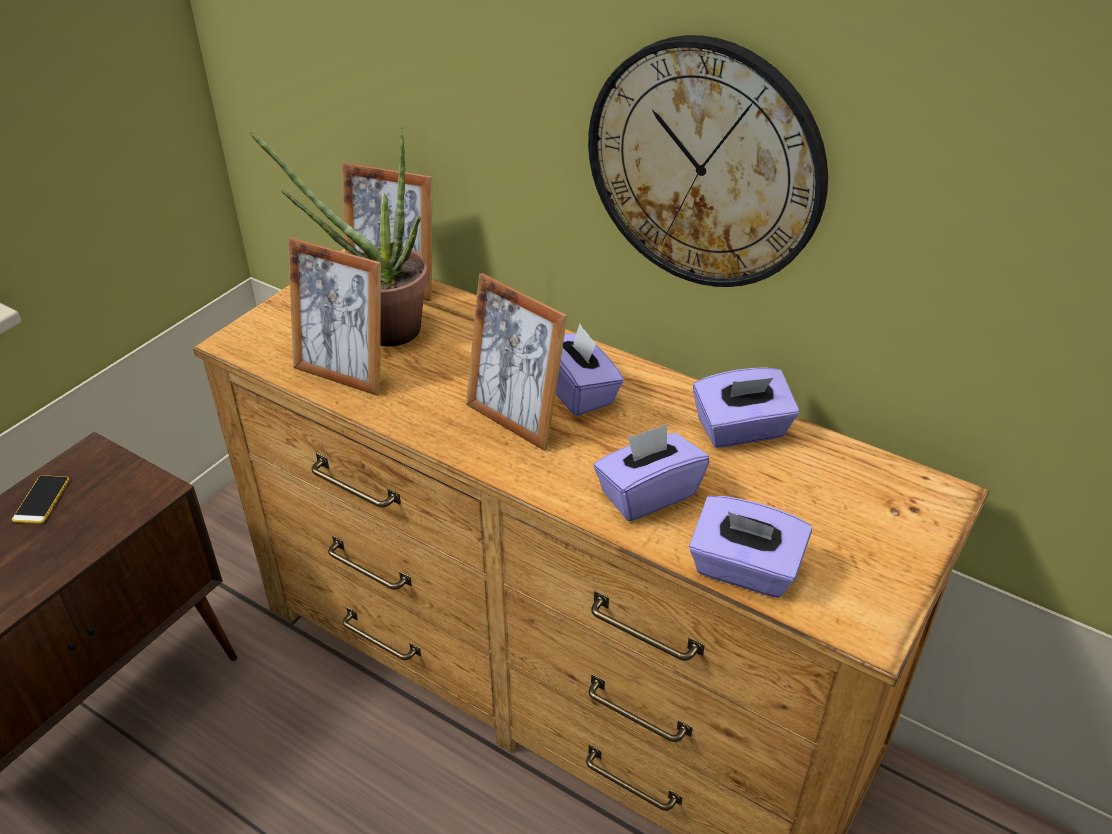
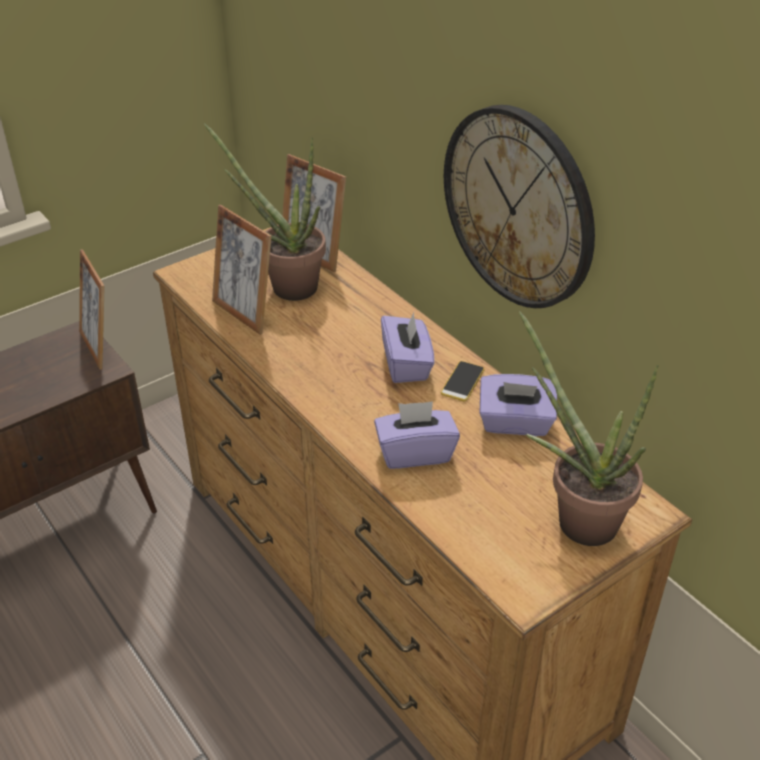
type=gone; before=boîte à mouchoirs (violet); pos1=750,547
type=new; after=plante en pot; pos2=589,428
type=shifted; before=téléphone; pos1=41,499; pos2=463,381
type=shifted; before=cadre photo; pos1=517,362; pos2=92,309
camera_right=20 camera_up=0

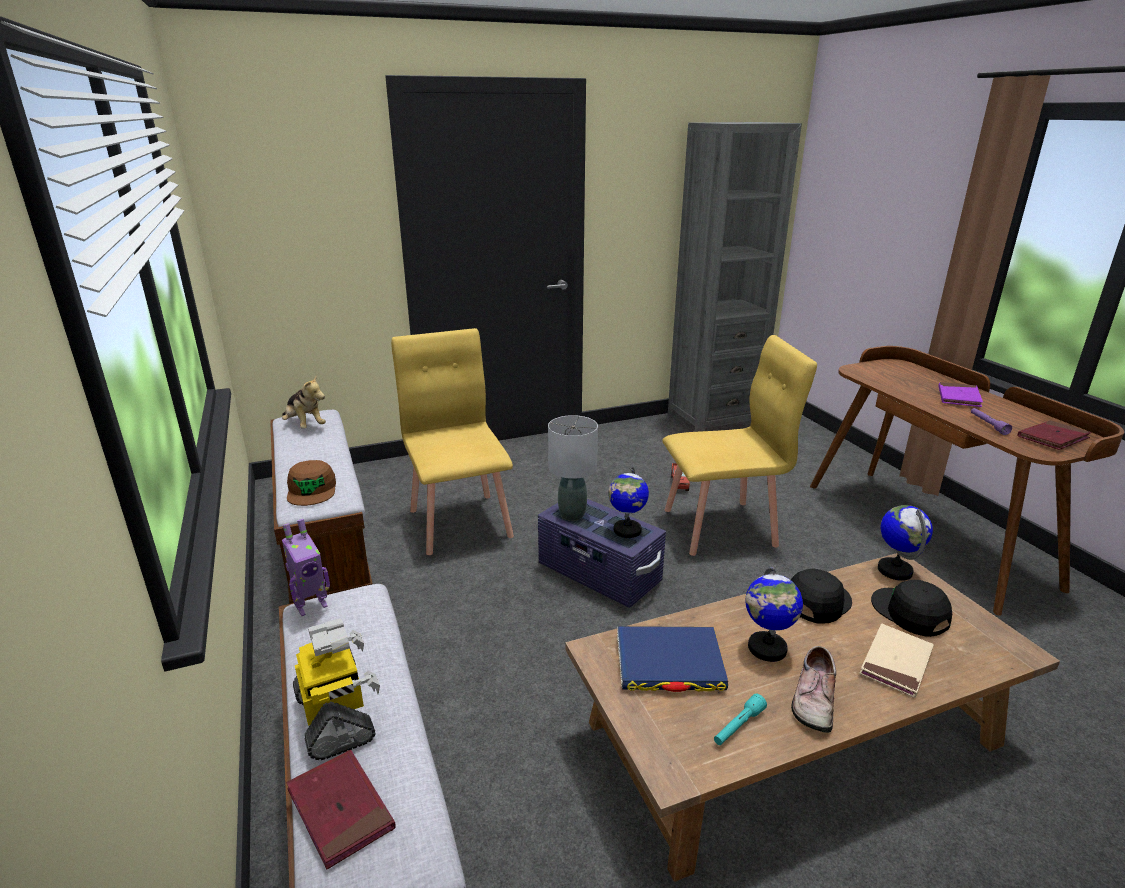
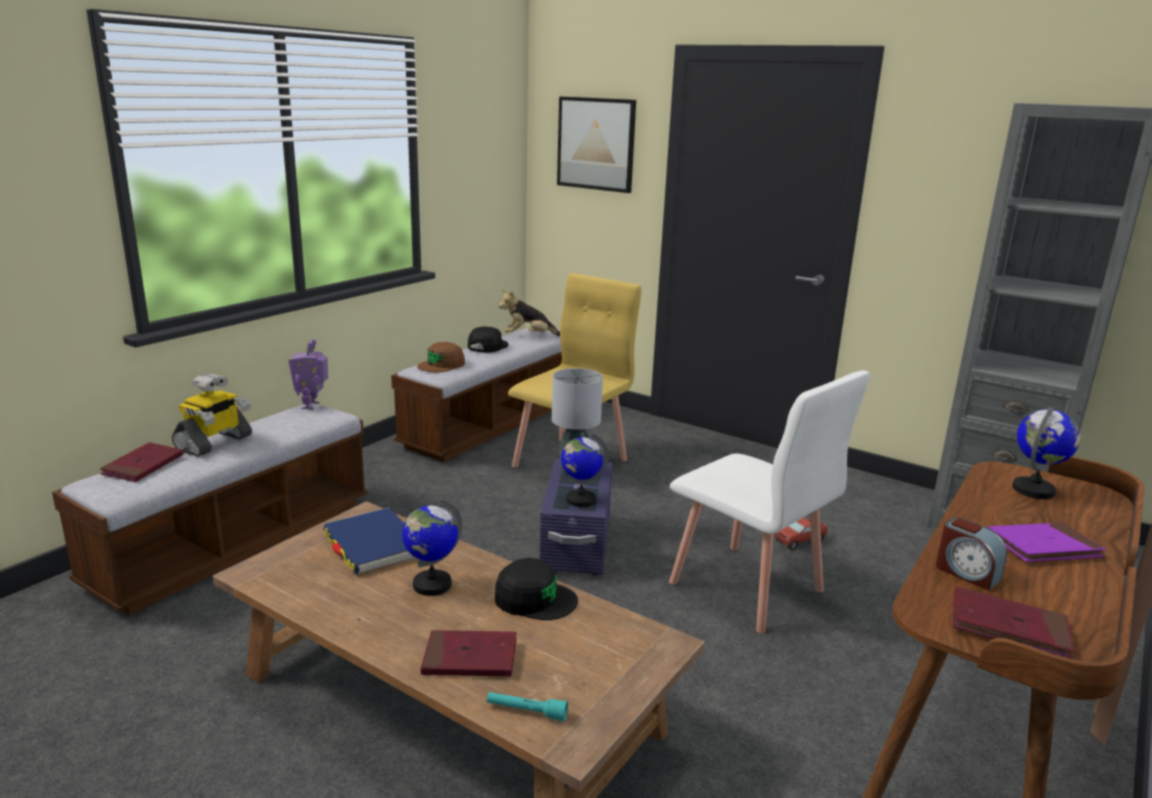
type=gone; before=chaussure; pos1=813,689
type=new; after=tableau; pos2=596,144
type=shifted; before=lampe de poche (turquoise); pos1=740,719; pos2=527,706
type=shifted; before=casquette (noir); pos1=911,608; pos2=488,340
type=shifted; before=globe; pos1=905,543; pos2=1046,453
type=swapped; before=lampe de poche (violet); after=réveil; pos1=991,421; pos2=971,554
type=repainted; before=chaise (jaune); after=chaise (blanc); pos1=739,445; pos2=769,501
type=repainted; before=livre (beige); after=livre (rouge); pos1=896,661; pos2=469,653
type=rotated; before=peluche; pos1=304,401; pos2=529,312; turn=75
type=rotated; before=robot jouet; pos1=306,567; pos2=308,374; turn=75
camera_right=55 camera_up=-5

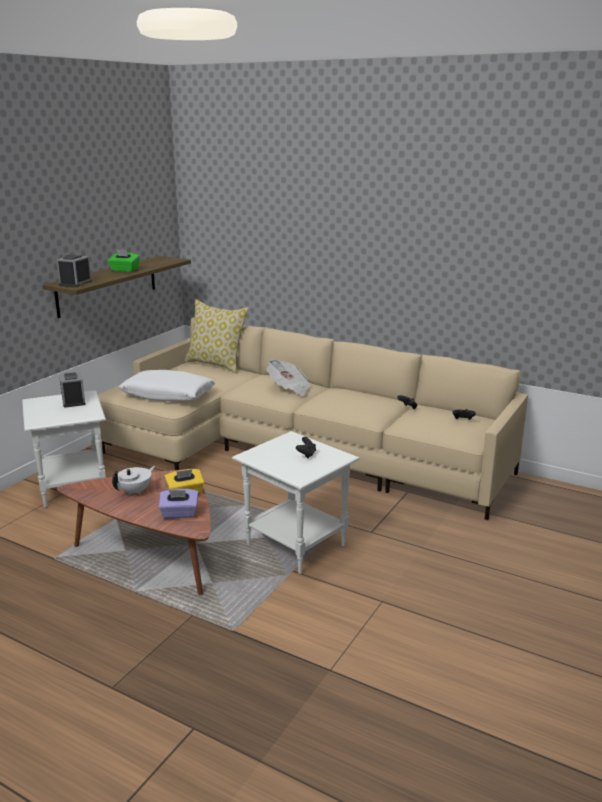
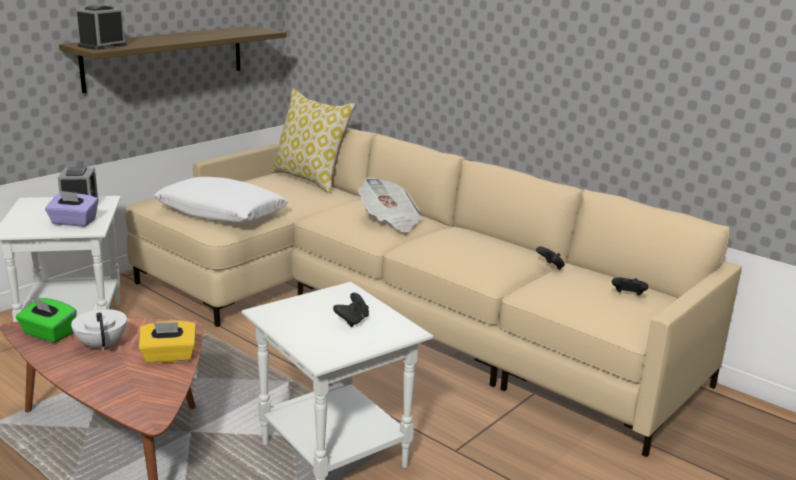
type=shifted; before=boîte à mouchoirs (vert); pos1=124,260; pos2=46,320
type=shifted; before=boîte à mouchoirs (violet); pos1=178,504; pos2=71,209
type=rotated; before=théière (blanc); pos1=133,480; pos2=99,327; turn=-75
camera_right=10 camera_up=0

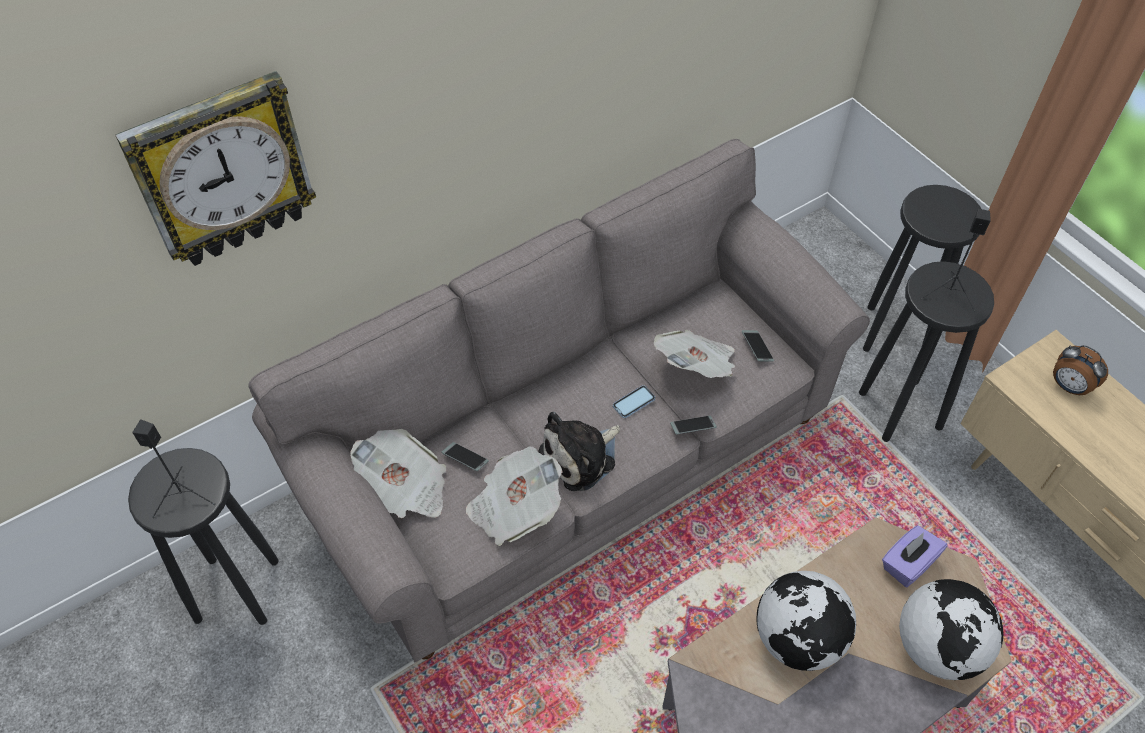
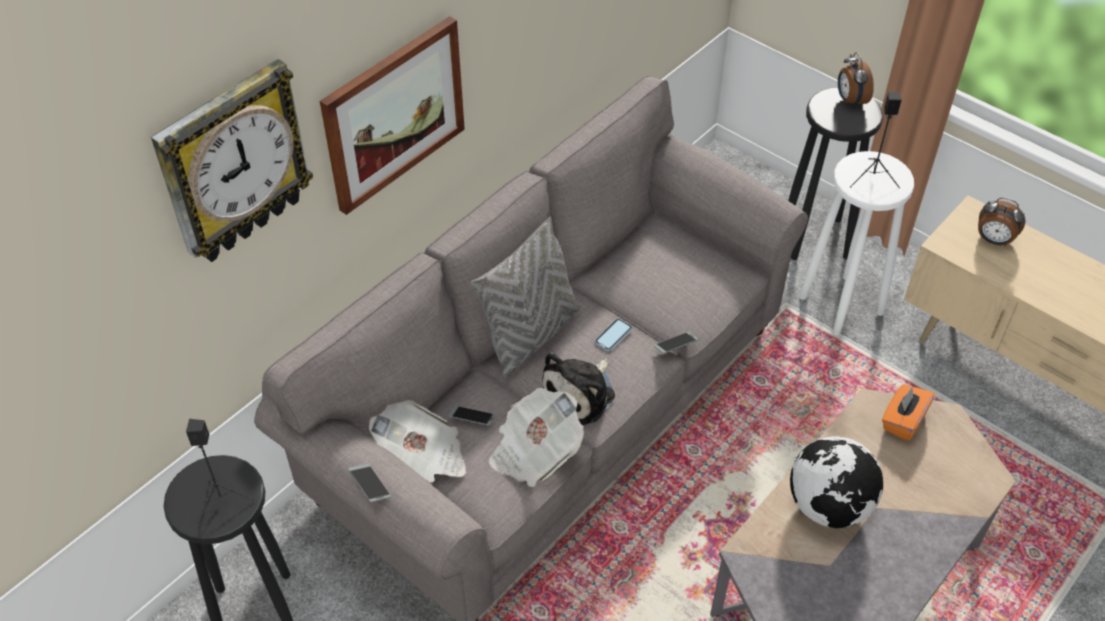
type=gone; before=journal; pos1=694,354
type=gone; before=globe; pos1=951,629
type=new; after=tableau; pos2=392,115
type=new; after=coussin (gris); pos2=525,298
type=new; after=réveil; pos2=856,80
type=shifted; before=téléphone; pos1=758,346; pos2=369,483
type=repainted; before=tabouret (noir); after=tabouret (blanc); pos1=926,351; pos2=856,243
type=repainted; before=boîte à mouchoirs (violet); after=boîte à mouchoirs (orange); pos1=915,556; pos2=908,412
camera_right=-15 camera_up=-5

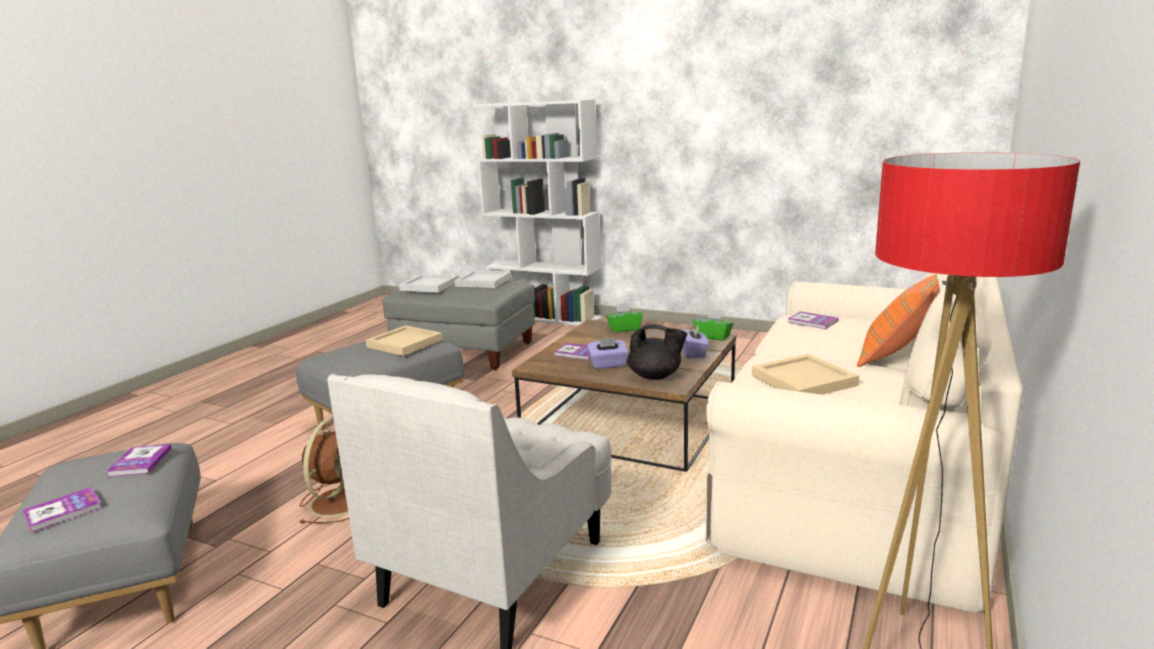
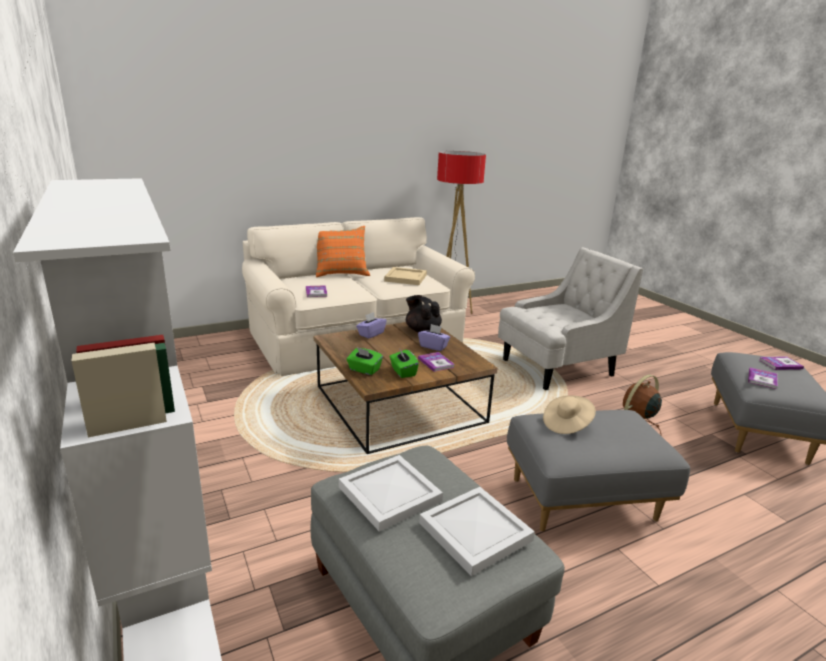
type=shifted; before=boîte à mouchoirs (vert); pos1=713,325; pos2=404,363
type=swapped; before=plateau (beige); after=chapeau (beige); pos1=404,340; pos2=569,414
camera_right=-145 camera_up=5

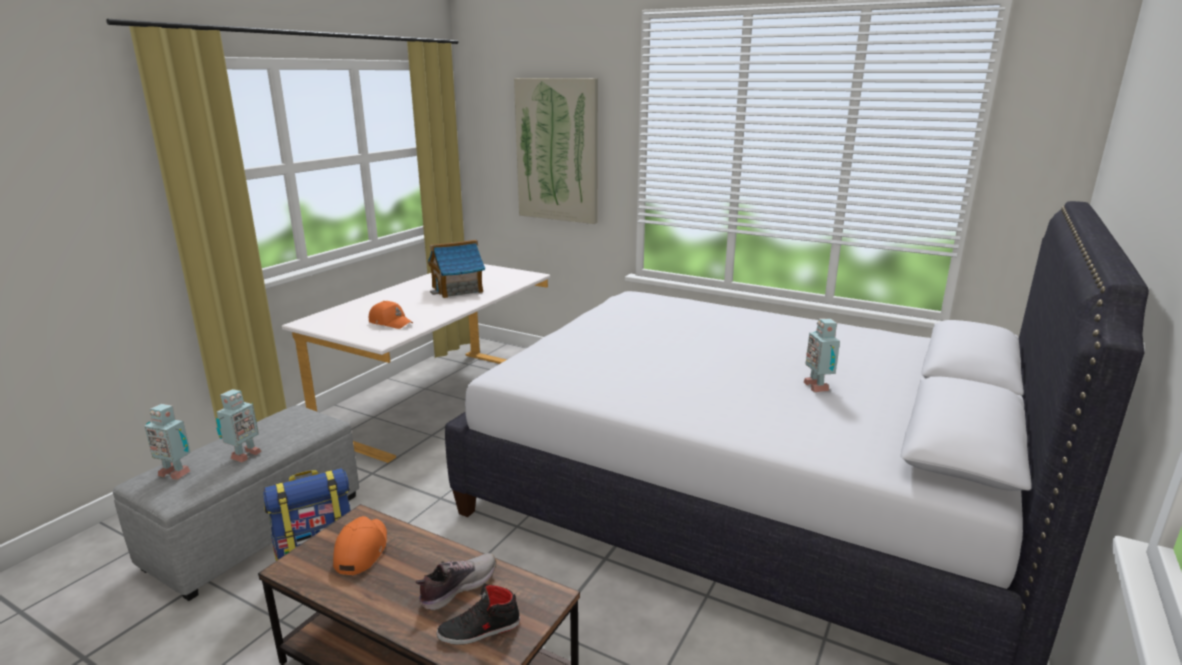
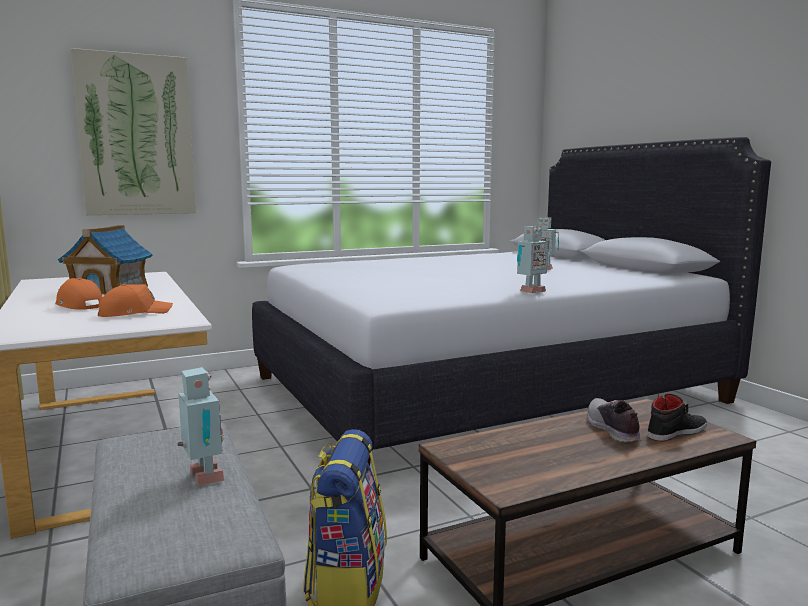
type=shifted; before=robot jouet; pos1=167,442; pos2=532,259
type=shifted; before=casquette (orange); pos1=360,545; pos2=78,294
type=rotated; before=chaussure (noir); pos1=478,614; pos2=677,417; turn=-135
camera_right=-55 camera_up=-10

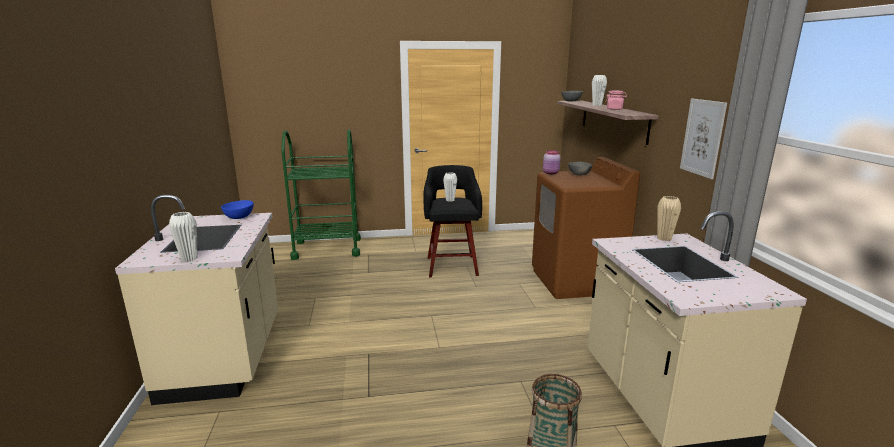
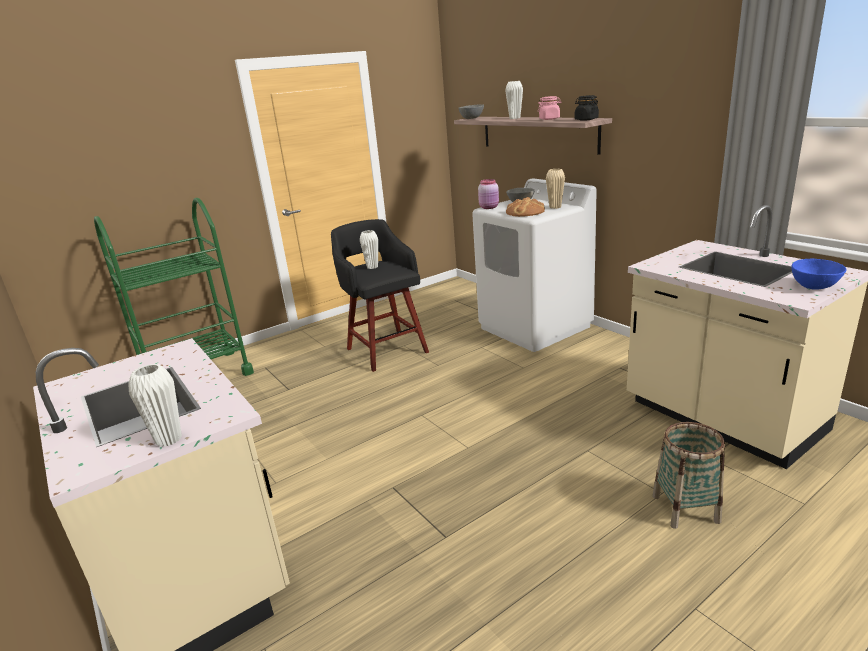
type=gone; before=tableau; pos1=703,139
type=new; after=pain; pos2=525,207
type=new; after=bocal (noir); pos2=587,108
type=shifted; before=bol (bleu); pos1=237,209; pos2=818,274
type=shifted; before=vase (beige); pos1=669,218; pos2=555,189
type=repainted; before=lave-linge (marron); after=lave-linge (blanc); pos1=586,228; pos2=534,265
camera_right=-25 camera_up=5

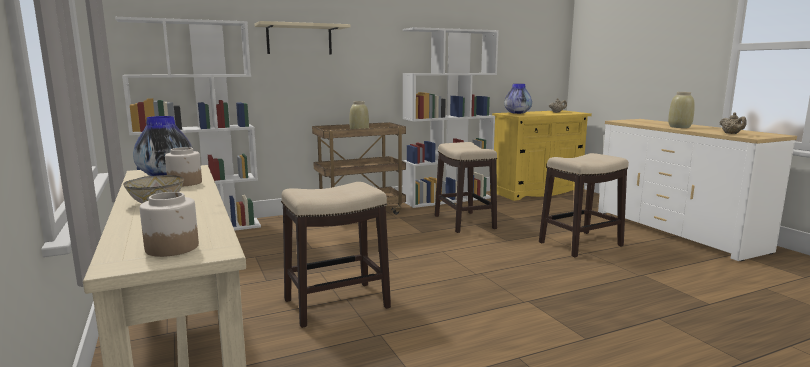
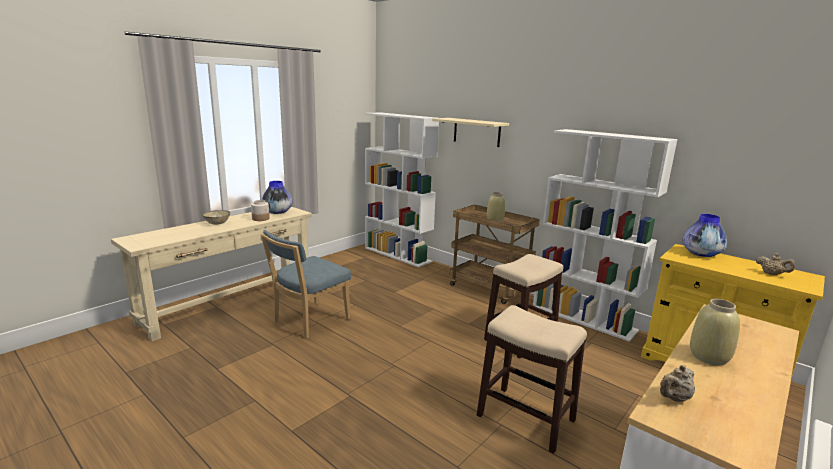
type=gone; before=bocal; pos1=169,224
type=swapped; before=tabouret; after=chaise (bleu); pos1=336,255; pos2=306,284
camera_right=65 camera_up=5

